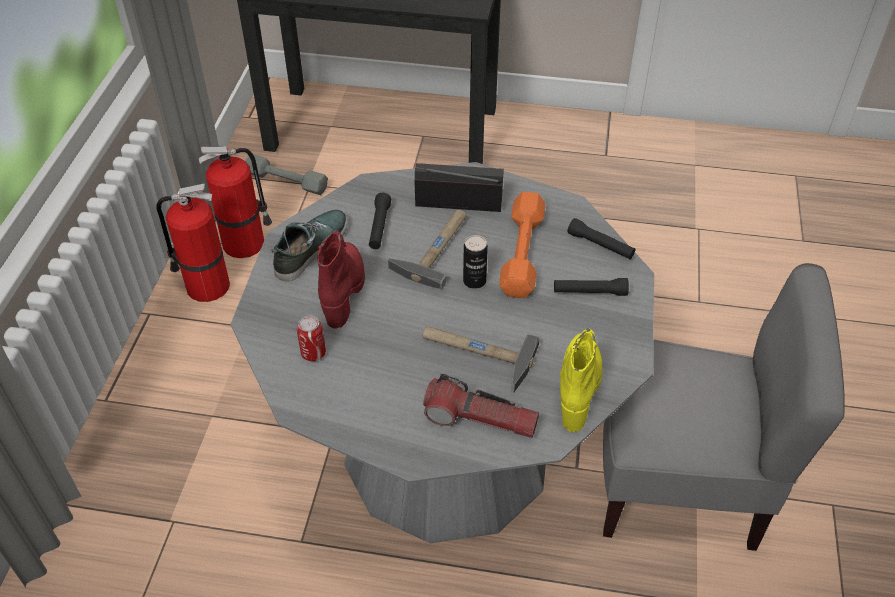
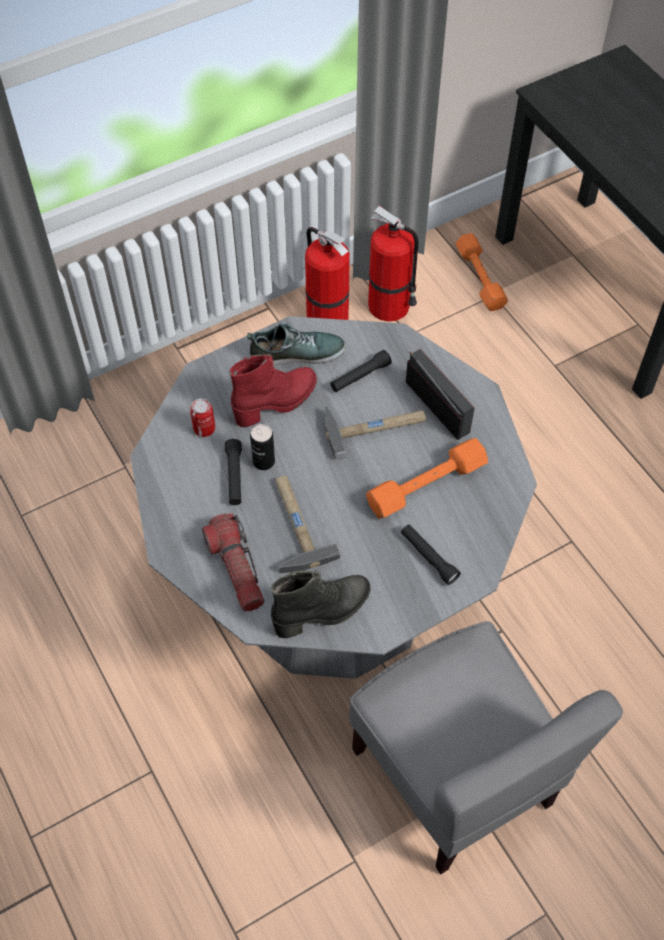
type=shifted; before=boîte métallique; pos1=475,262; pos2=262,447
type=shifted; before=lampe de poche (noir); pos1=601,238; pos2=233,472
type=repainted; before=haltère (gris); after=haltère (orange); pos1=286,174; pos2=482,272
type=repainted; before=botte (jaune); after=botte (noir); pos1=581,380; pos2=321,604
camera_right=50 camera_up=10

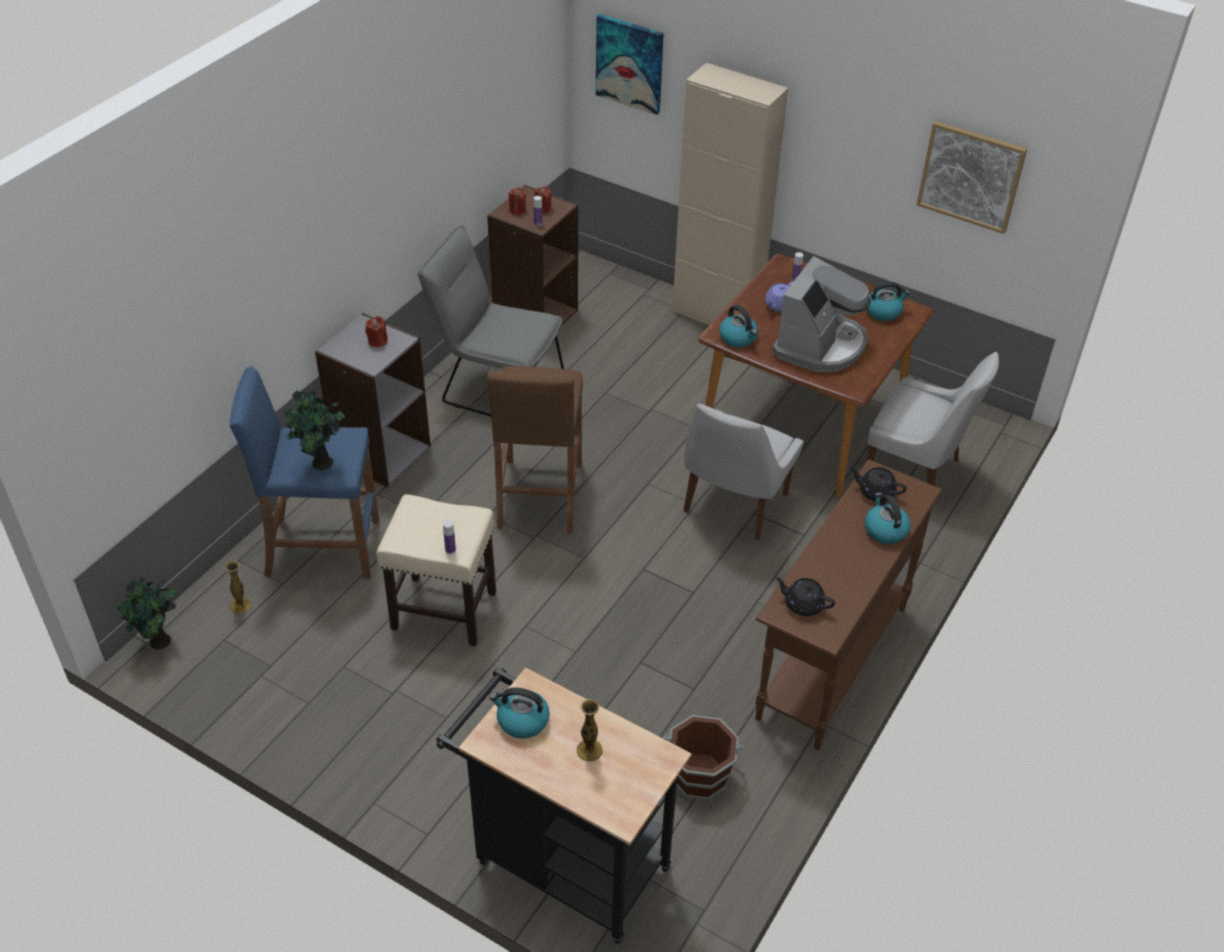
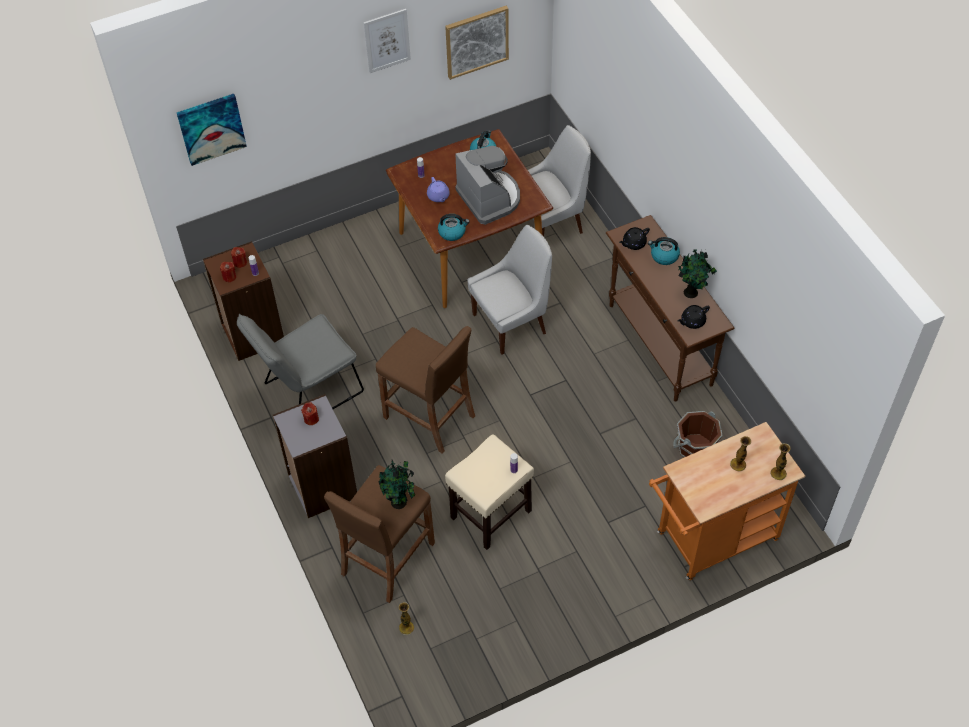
type=gone; before=bouilloire; pos1=520,713
type=gone; before=meuble de rangement (beige); pos1=730,194
type=new; after=tableau; pos2=387,41
type=new; after=vase; pos2=780,461
type=shifted; before=plante en pot; pos1=146,613; pos2=697,273
type=repainted; before=tabouret (bleu); after=tabouret (marron); pos1=304,472; pos2=379,534
type=repainted; before=chariot (noir); after=chariot (orange); pos1=564,805; pos2=727,501
type=rotated; before=chaise (blanc); pos1=743,471; pos2=510,290; turn=-90
camera_right=-55 camera_up=10

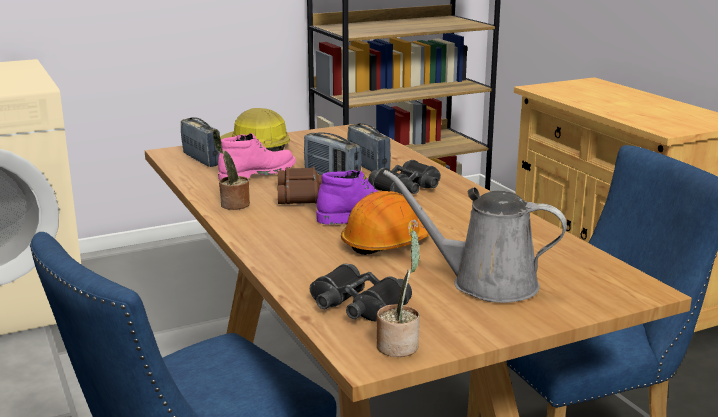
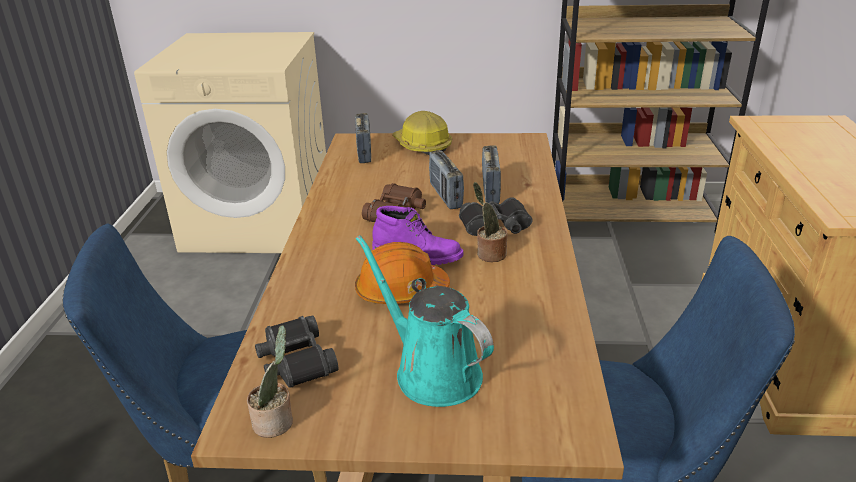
type=gone; before=botte (rose); pos1=257,156
type=shifted; before=plante en pot; pos1=231,169; pos2=490,222
type=repainted; before=arrosoir (gris); after=arrosoir (turquoise); pos1=475,236; pos2=425,321
camera_right=30 camera_up=10

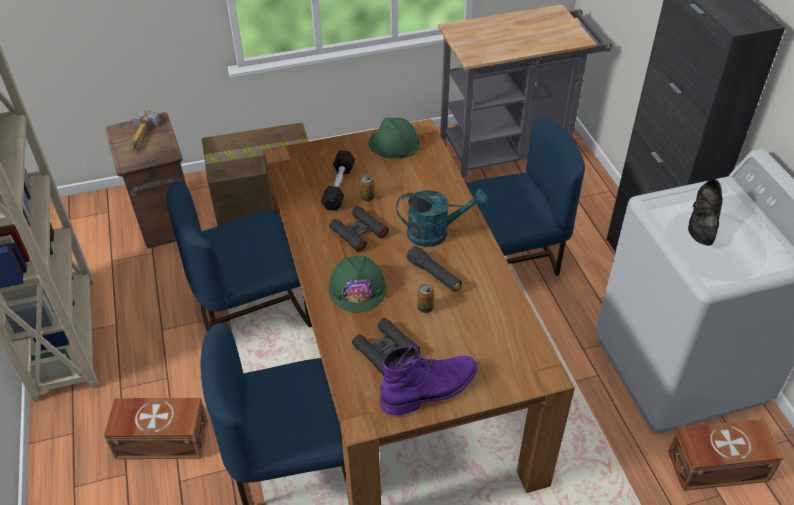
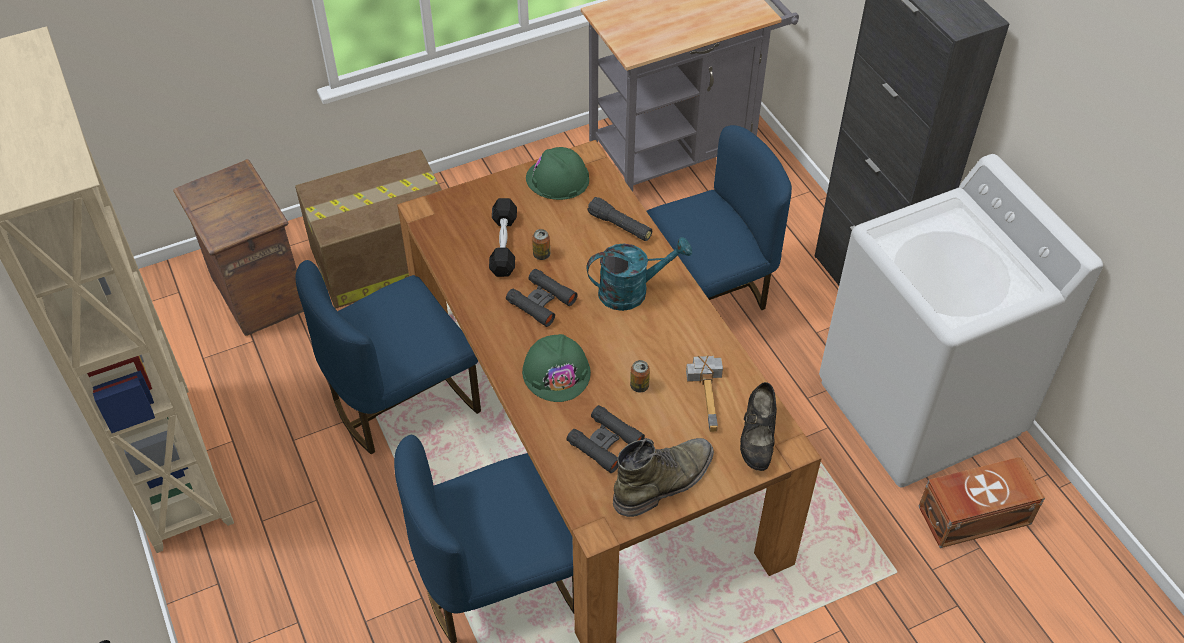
type=gone; before=boîte de rangement (marron); pos1=156,428
type=shifted; before=marteau; pos1=144,130; pos2=704,393
type=shifted; before=lampe de poche (noir); pos1=434,269; pos2=619,219
type=shifted; before=chaussure (noir); pos1=705,212; pos2=758,426
type=repainted; before=botte (violet); after=botte (vert); pos1=429,380; pos2=663,477
camera_right=-10 camera_up=5

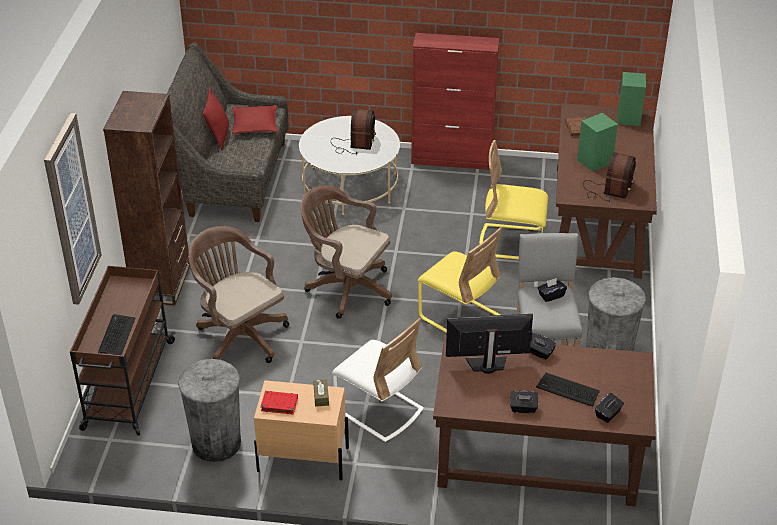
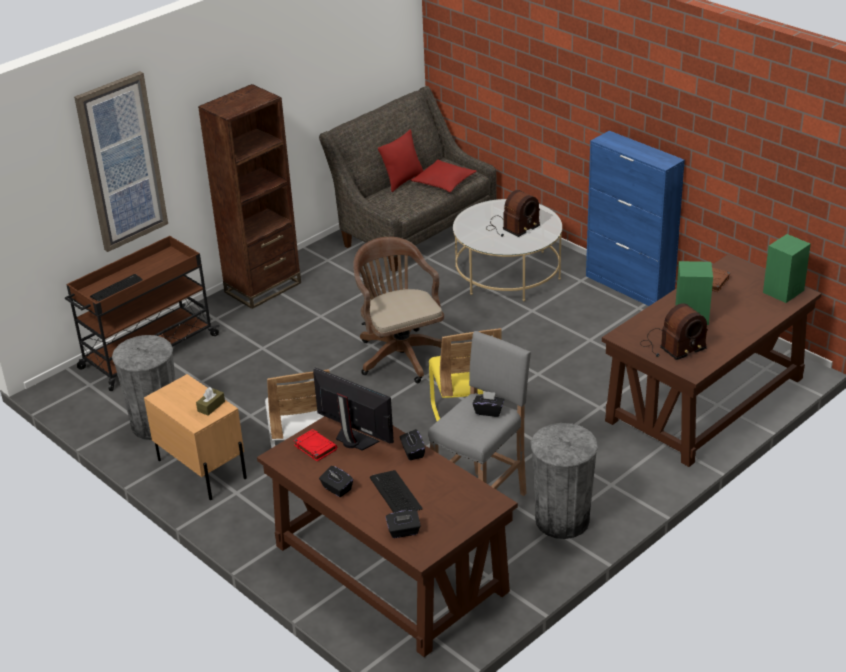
type=gone; before=chaise de bureau (marron); pos1=238,294
type=gone; before=chaise (jaune); pos1=513,199
type=shifted; before=livre (rouge); pos1=279,403; pos2=315,445
type=repainted; before=meuble de rangement (rouge); after=meuble de rangement (bleu); pos1=455,101; pos2=635,218
camera_right=40 camera_up=-5

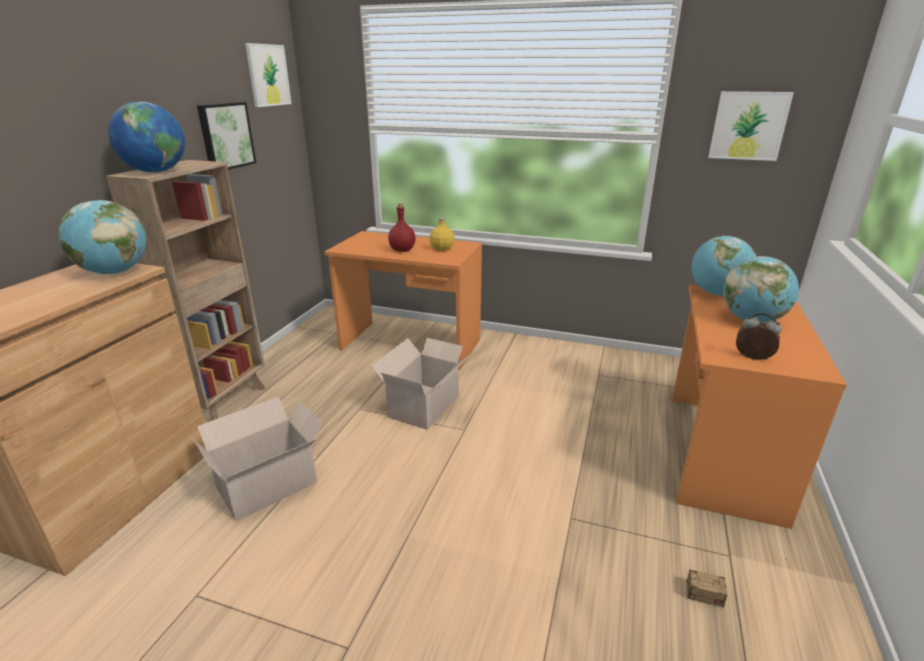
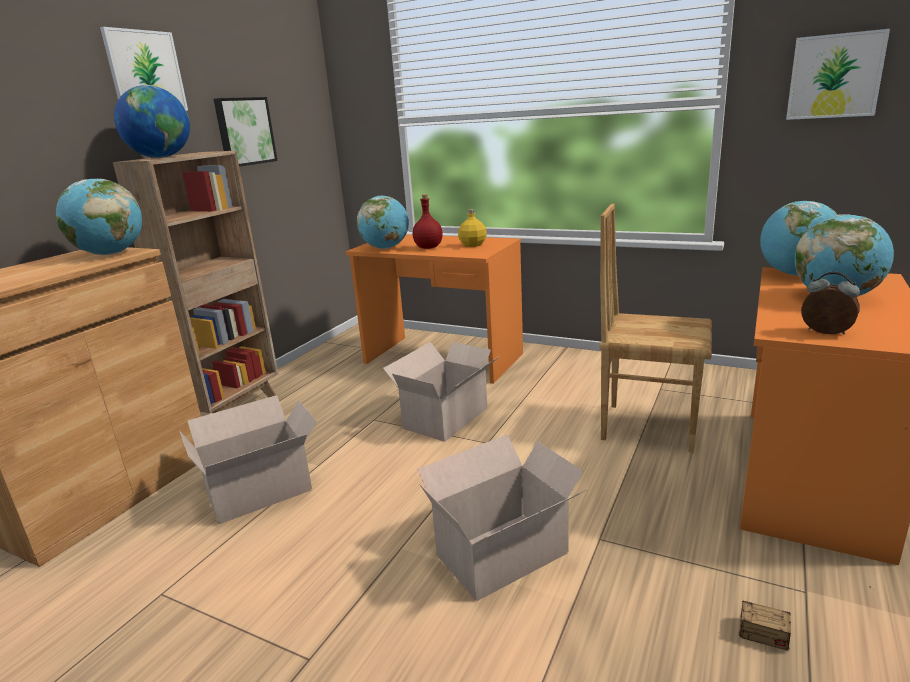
type=new; after=globe; pos2=383,222
type=new; after=carton; pos2=502,517
type=new; after=chaise (marron); pos2=655,327
type=shifted; before=tableau; pos1=268,75; pos2=144,69
camera_right=10 camera_up=-5

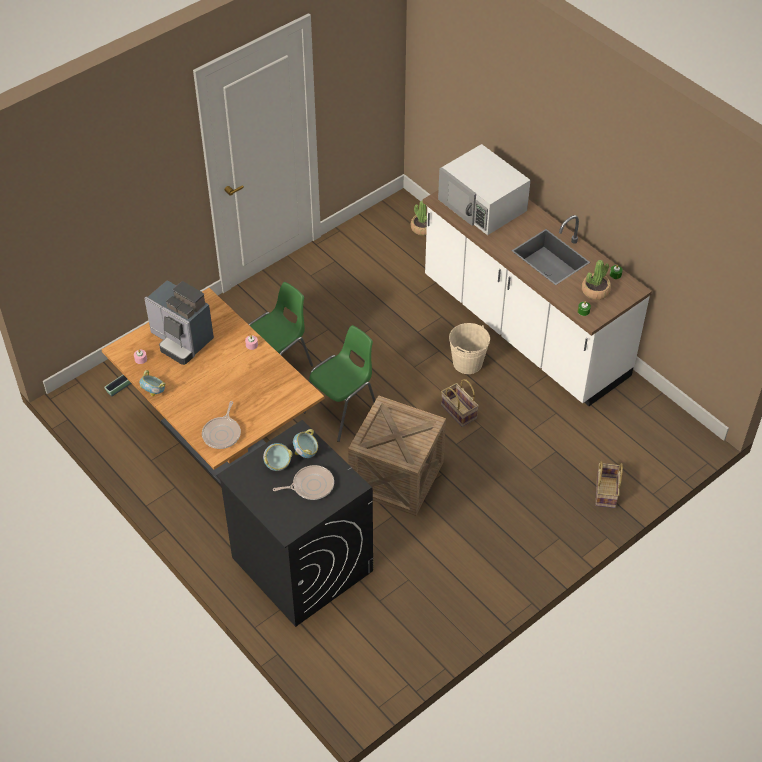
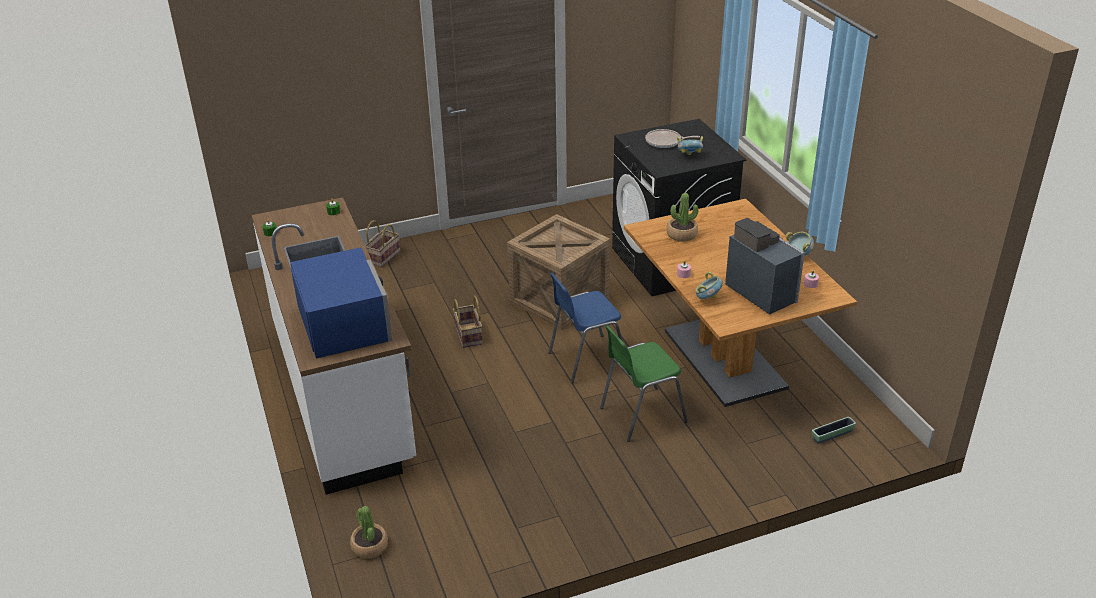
type=gone; before=poêle; pos1=221,425
type=gone; before=seau (beige); pos1=469,348
type=shifted; before=bol; pos1=305,443; pos2=709,285
type=shifted; before=plante en pot; pos1=596,280; pos2=682,217
type=repainted; before=chaise (vert); after=chaise (bleu); pos1=339,383; pos2=586,328
type=repainted; before=micro-ondes (blanc); after=micro-ondes (bleu); pos1=484,189; pos2=341,303
camera_right=-160 camera_up=-15

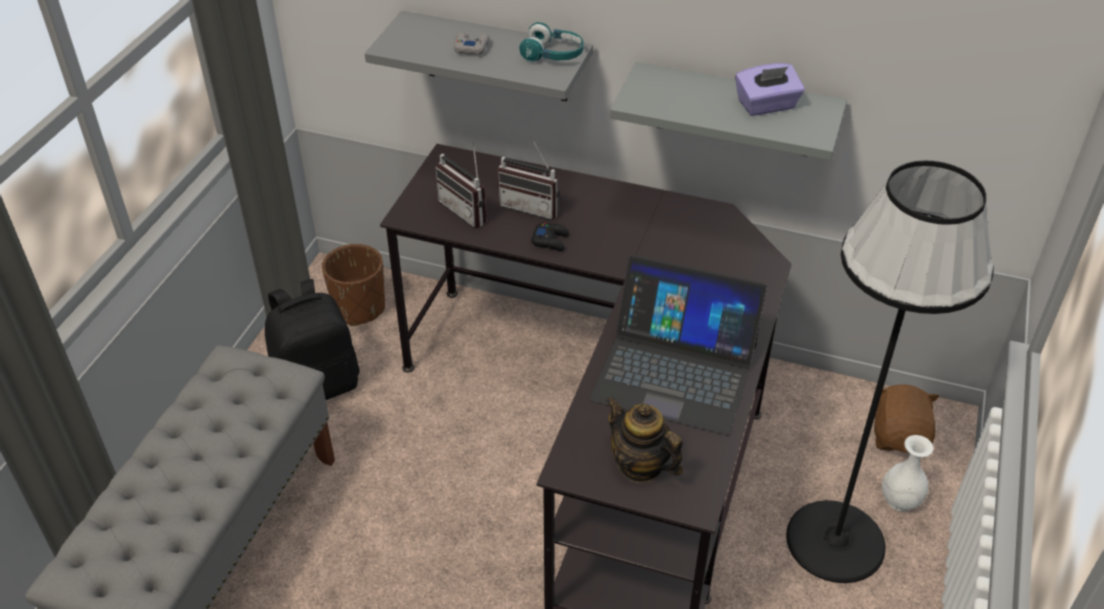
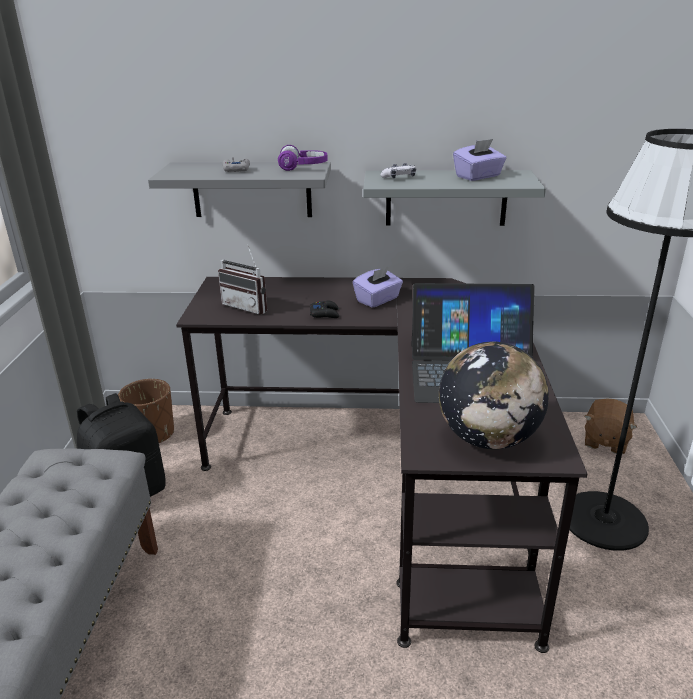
type=gone; before=radio; pos1=529,178
type=gone; before=vase (blanc); pos1=907,473
type=new; after=boîte à mouchoirs (violet); pos2=378,287
type=new; after=manette; pos2=398,170
type=swapped; before=théière; after=globe; pos1=644,439; pos2=494,395
type=repainted; before=casque audio (turquoise); after=casque audio (violet); pos1=551,42; pos2=303,158
type=rotated; before=peluche (marron); pos1=906,418; pos2=610,426; turn=-150
camera_right=-15 camera_up=-15

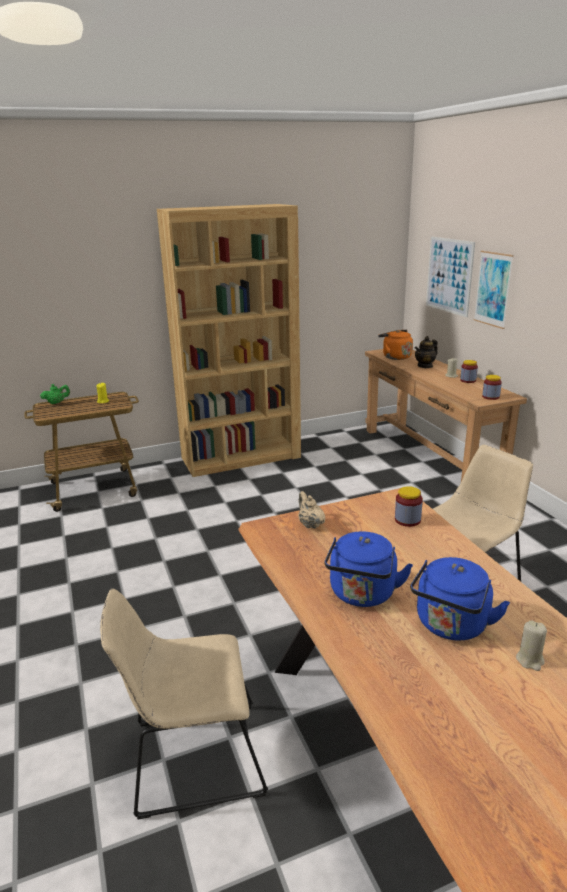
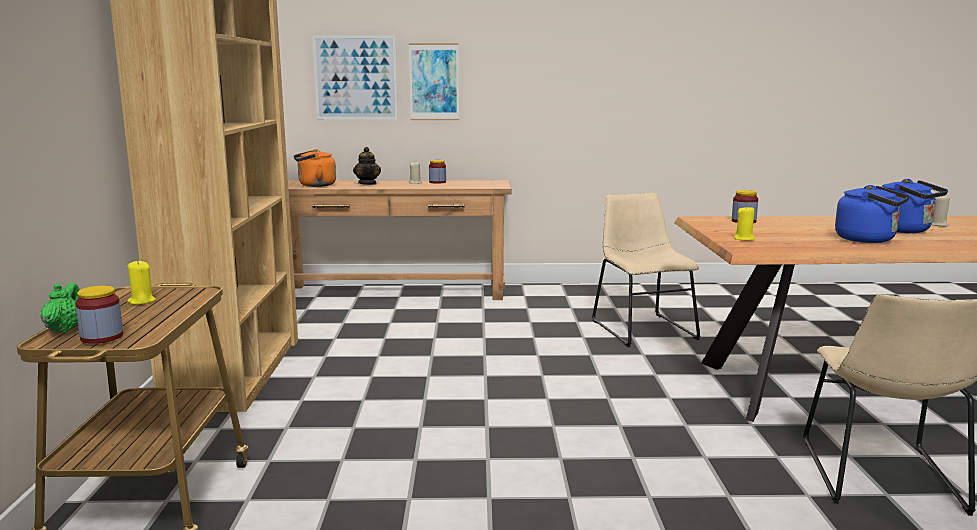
type=shifted; before=bocal; pos1=492,387; pos2=99,315
type=swapped; before=théière (beige); after=bougie (jaune); pos1=312,510; pos2=744,223
camera_right=-70 camera_up=-10

